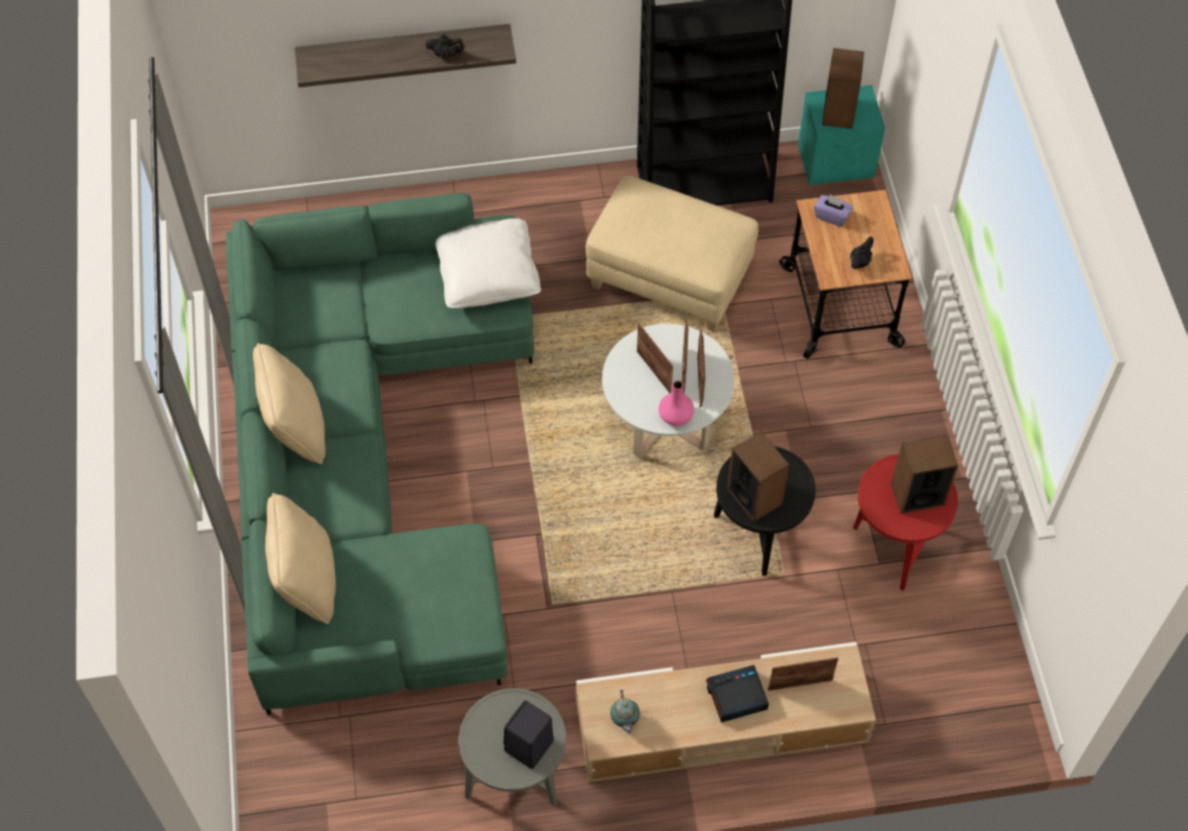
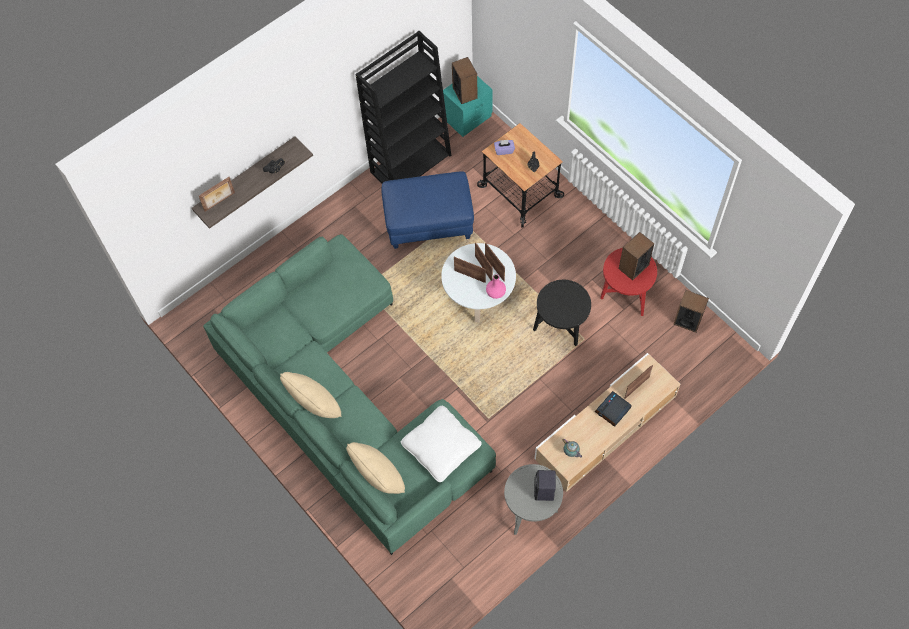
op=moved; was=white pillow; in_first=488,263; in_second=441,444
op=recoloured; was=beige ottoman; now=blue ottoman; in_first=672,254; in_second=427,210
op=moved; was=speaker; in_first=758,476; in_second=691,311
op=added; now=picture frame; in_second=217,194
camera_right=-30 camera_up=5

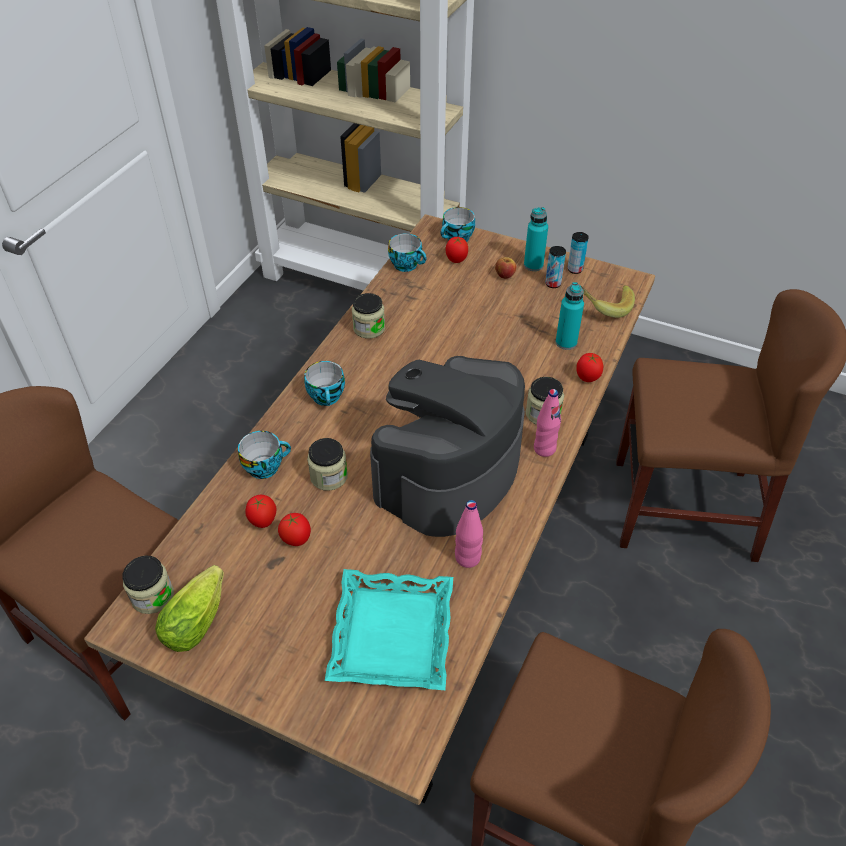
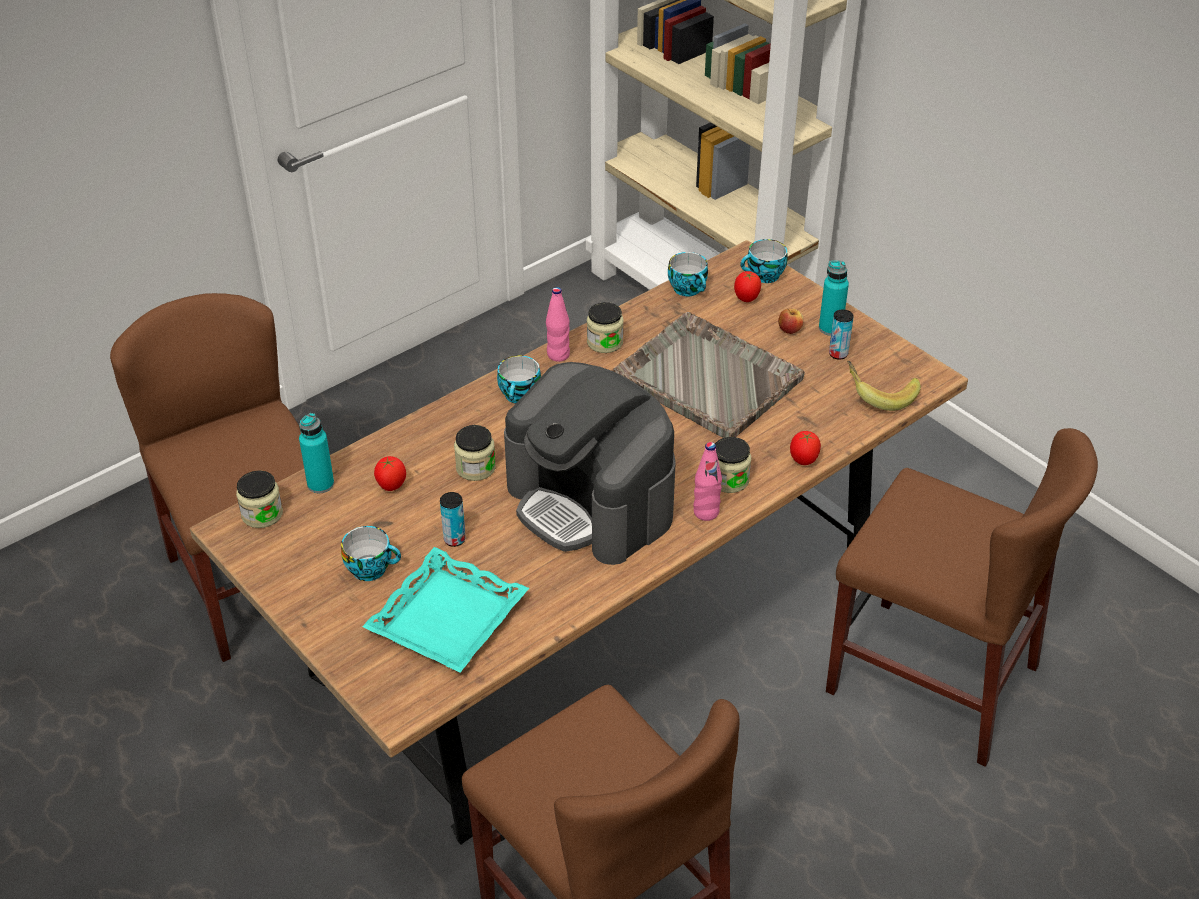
op=removed; was=lettuce; in_first=189,608
op=moved; was=cup; in_first=264,455; in_second=371,553
op=removed; was=tomato; in_first=294,529
op=turned; was=coffee machine; in_first=447,446; in_second=590,463; clockwise=-105
op=moved; was=pink bottle; in_first=469,534; in_second=558,324
op=moved; was=turquoise bottle; in_first=570,316; in_second=316,453
op=moved; was=can; in_first=578,253; in_second=453,519
op=added; now=grey tray; in_second=708,375
camera_right=25 camera_up=-5

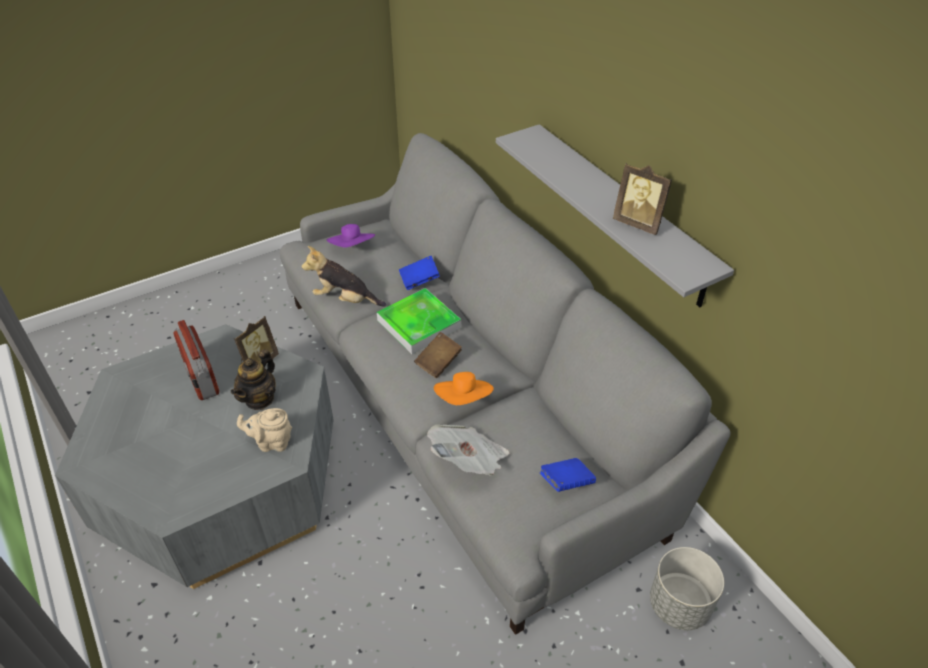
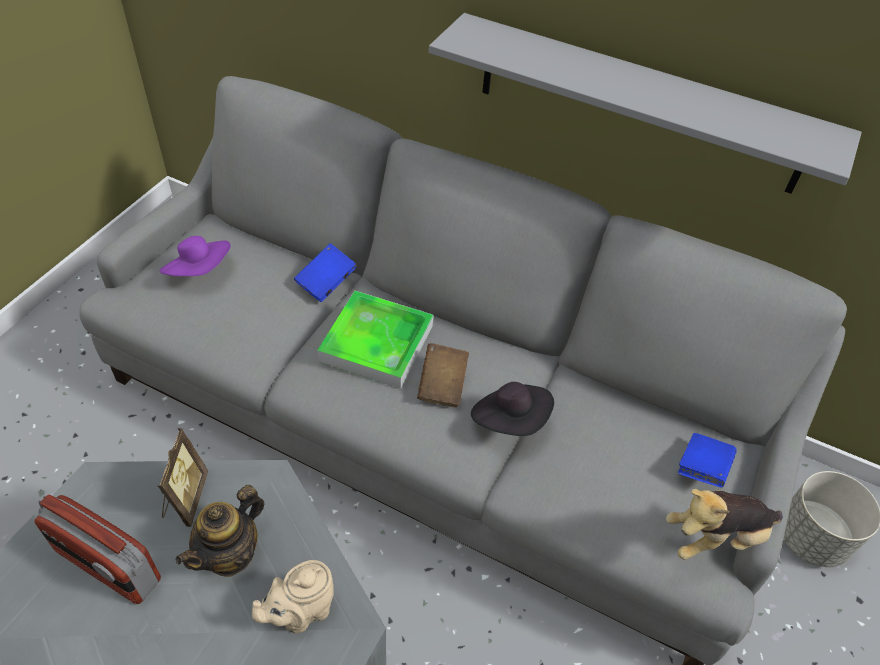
op=turned; was=teapot; in_first=253,379; in_second=220,531; clockwise=45
op=moved; was=plush toy; in_first=344,276; in_second=724,524
op=removed; was=newspaper; in_first=468,450
op=recoloured; was=orange hat; now=black hat; in_first=464,388; in_second=512,409
op=removed; was=picture frame; in_first=642,199
camera_right=-35 camera_up=5

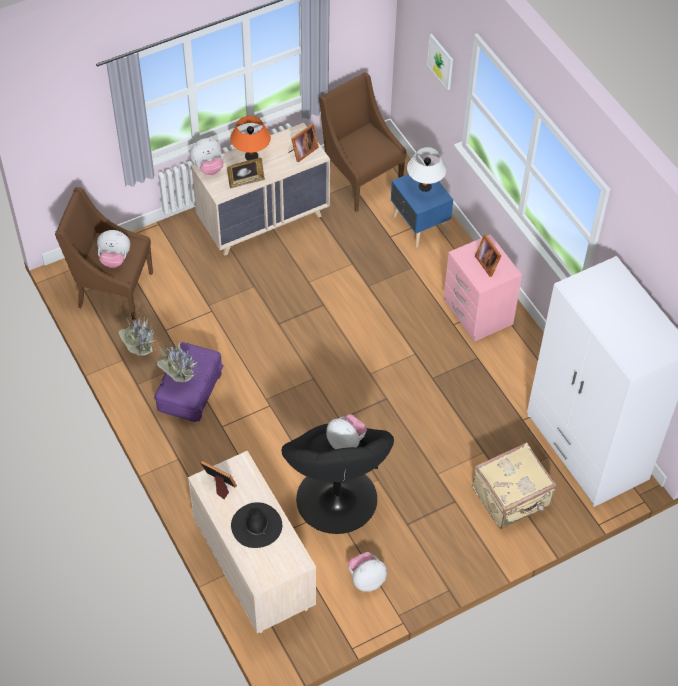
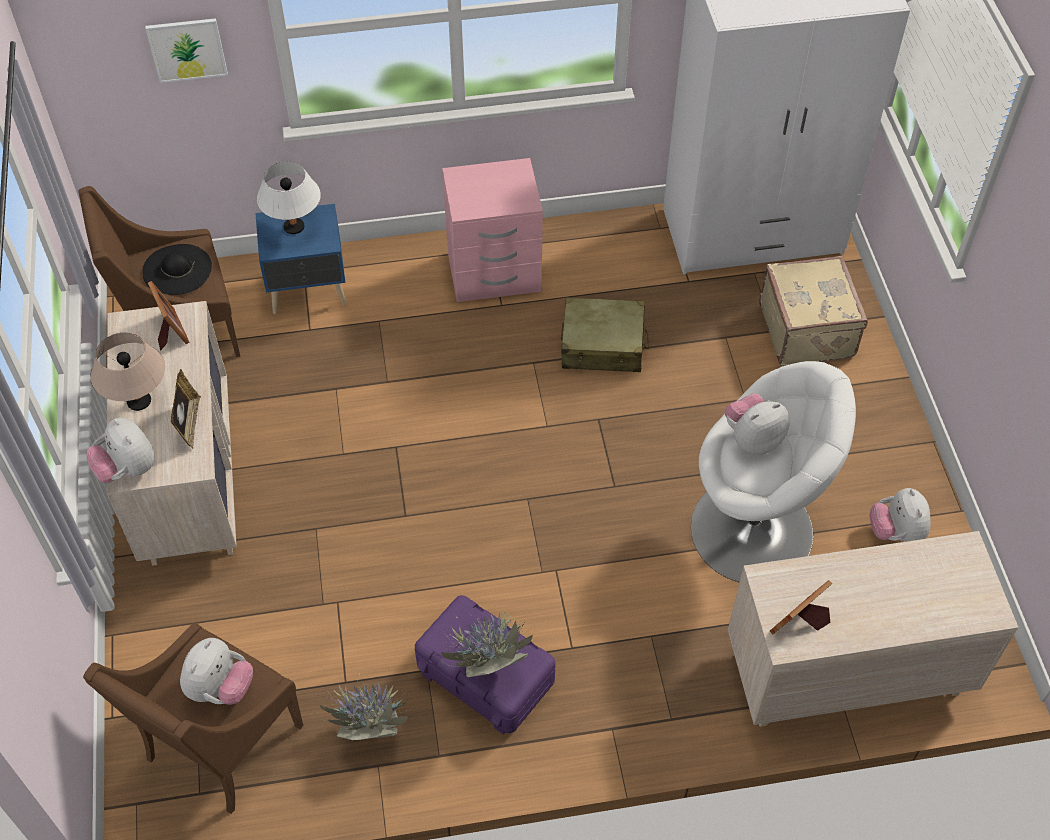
op=turned; was=plush toy; in_first=207,156; in_second=120,450; clockwise=150
op=recoloured; was=orange table lamp; now=beige table lamp; in_first=250,138; in_second=128,371
op=moved; was=black hat; in_first=256,525; in_second=177,269
op=recoloured; was=black armchair; now=white armchair; in_first=338,478; in_second=773,472
op=removed; was=picture frame; in_first=488,256
op=added; now=beige suitcase; in_second=605,335
camera_right=-70 camera_up=0

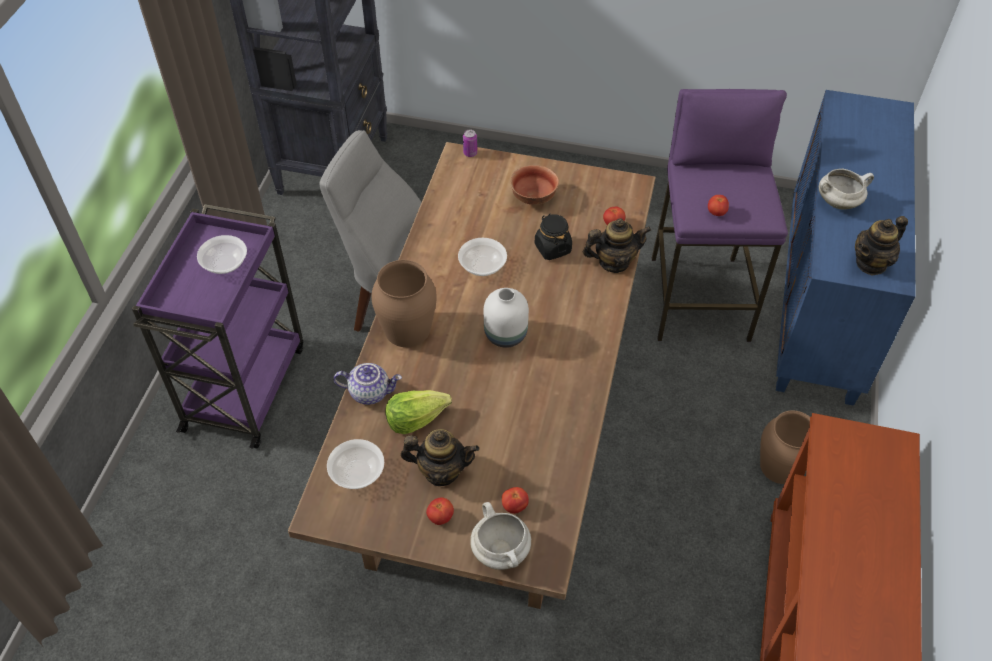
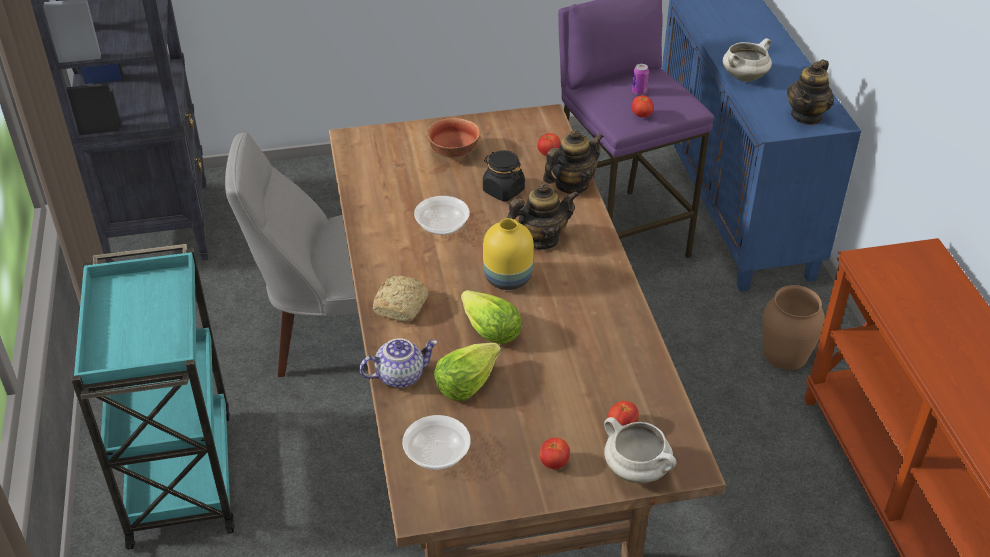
op=recoloured; was=purple cart; now=turquoise cart; in_first=217,326; in_second=153,397
op=removed; was=bowl; in_first=222,254
op=replaced; was=brown vase; now=bread; in_first=404,303; in_second=401,299
op=moved; was=teapot; in_first=439,457; in_second=543,216
op=moved; was=can; in_first=470,143; in_second=640,79
op=recoloured; was=white vase; now=yellow vase; in_first=506,318; in_second=508,254
op=added; now=lettuce; in_second=491,317
camera_right=-25 camera_up=-10

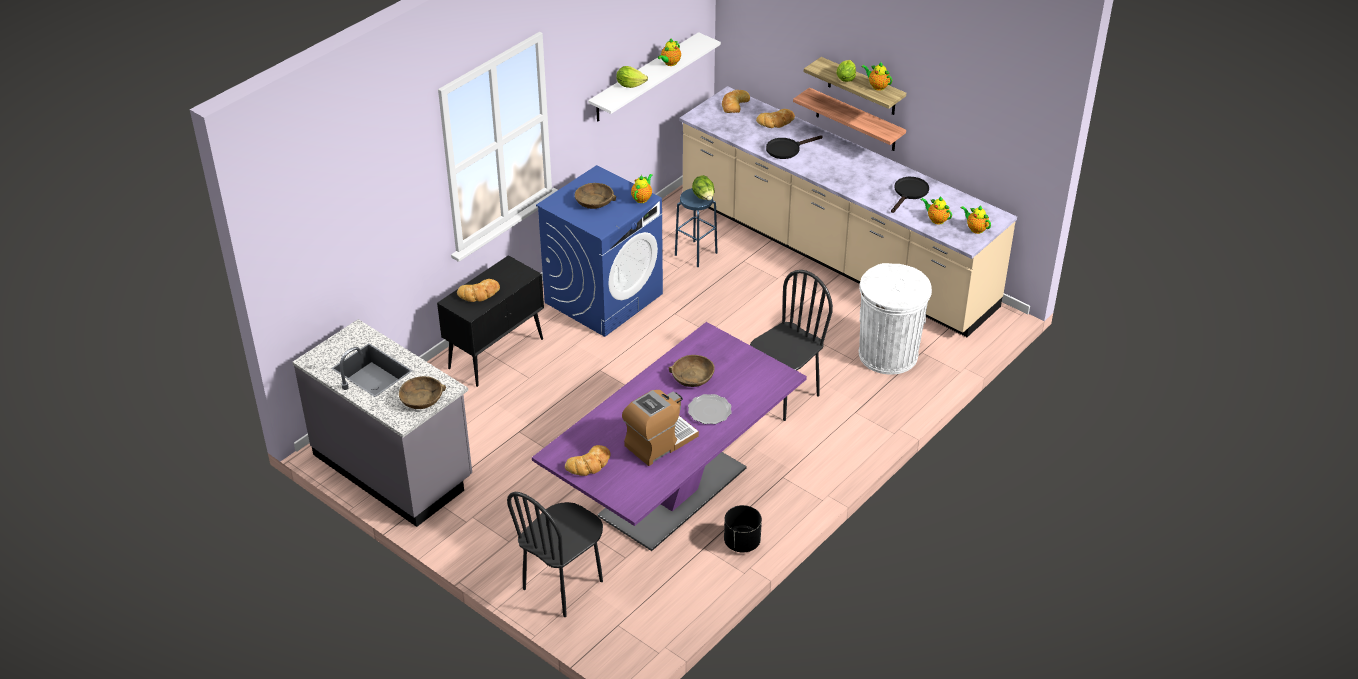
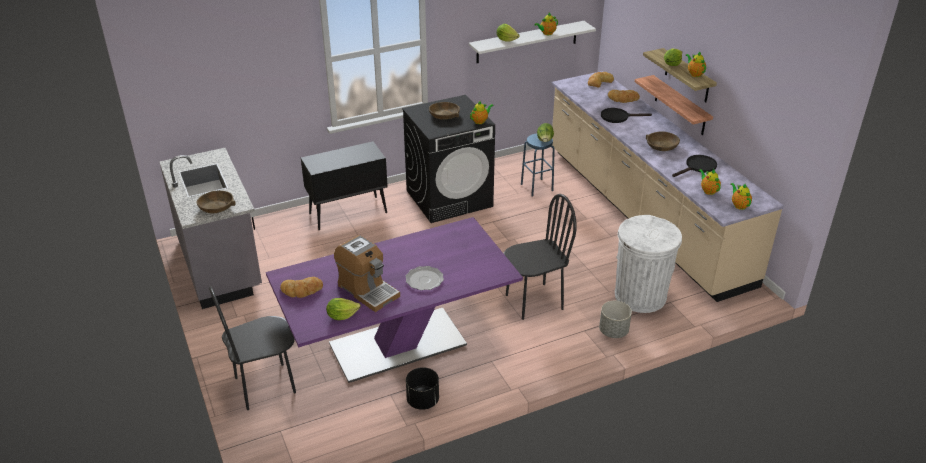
op=removed; was=bread; in_first=478,290
op=recoloured; was=blue washing machine; now=black washing machine; in_first=599,251; in_second=448,159
op=turned; was=coffee machine; in_first=660,428; in_second=367,273; clockwise=60
op=moved; was=brown bowl; in_first=692,371; in_second=663,141
op=added; now=lettuce; in_second=343,309
op=added; now=grey planter; in_second=615,319
camera_right=25 camera_up=-5

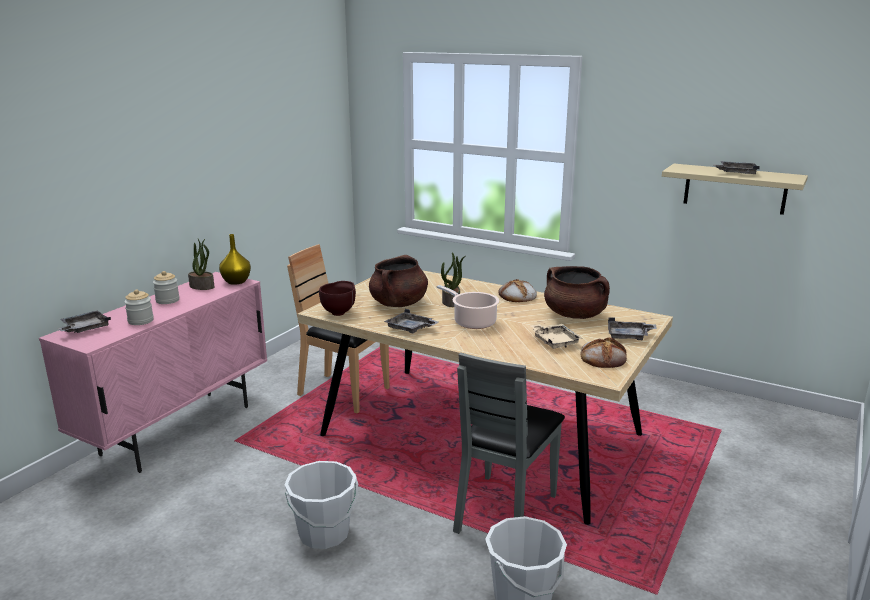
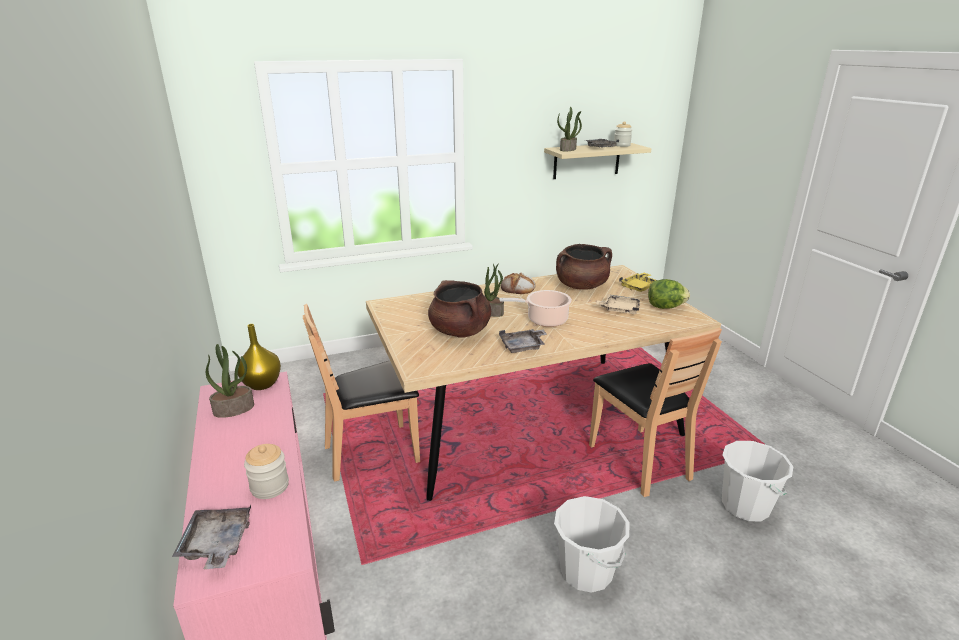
op=moved; was=jar; in_first=166,287; in_second=623,134
op=removed; was=brown bowl; in_first=337,298
op=recoloured; was=grey chair; now=brown chair; in_first=509,443; in_second=655,412
op=replaced; was=bread; now=lettuce; in_first=604,352; in_second=669,294
op=recoloured; was=grey tray; now=yellow tray; in_first=632,328; in_second=637,282
op=added; now=potted plant; in_second=569,129
camera_right=-50 camera_up=5

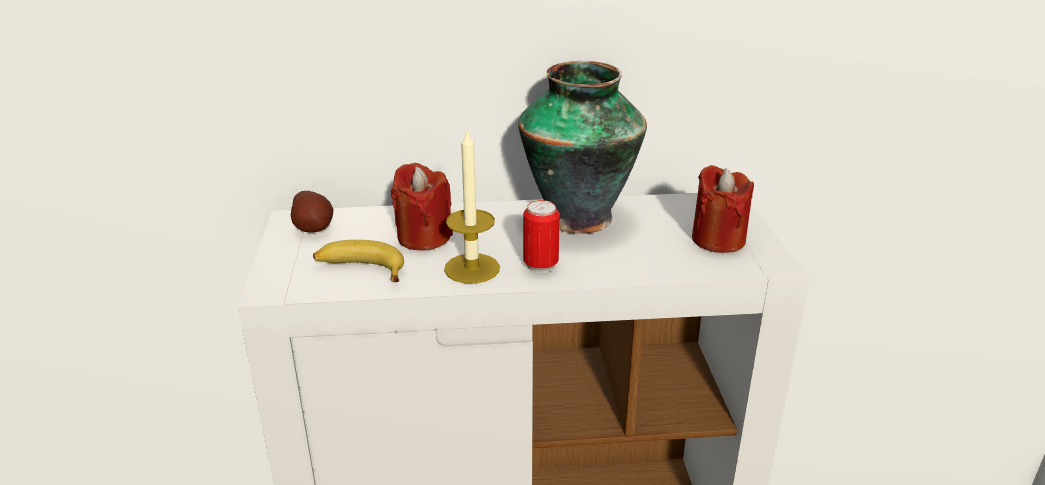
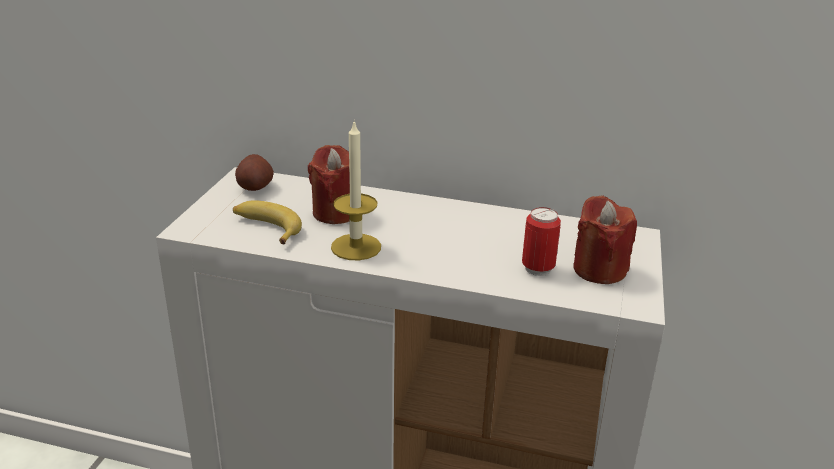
op=removed; was=vase; in_first=582,147
op=moved; was=can; in_first=541,236; in_second=541,241
camera_right=20 camera_up=0

